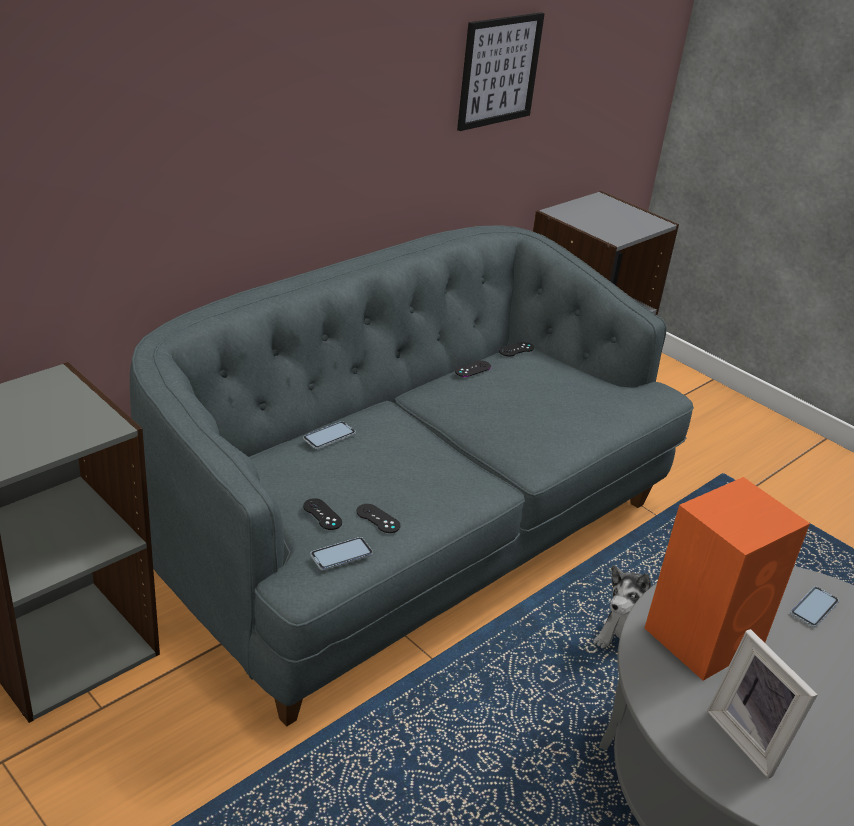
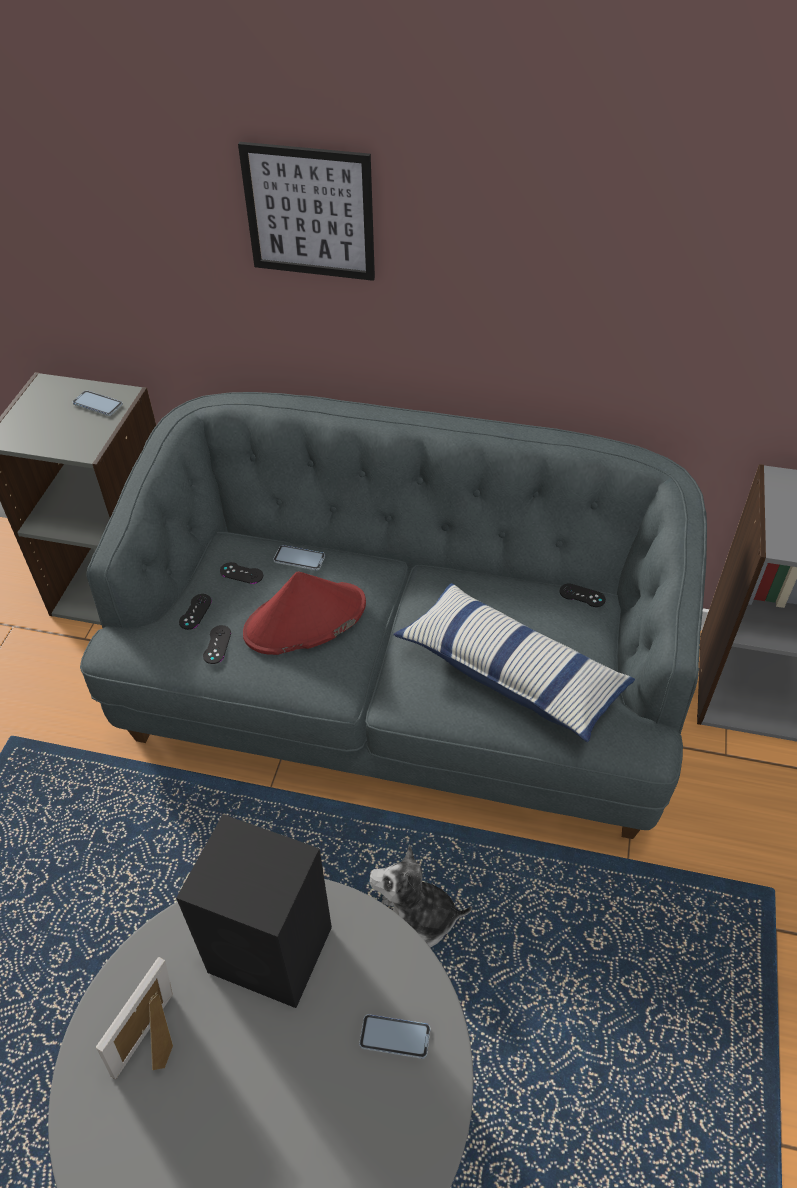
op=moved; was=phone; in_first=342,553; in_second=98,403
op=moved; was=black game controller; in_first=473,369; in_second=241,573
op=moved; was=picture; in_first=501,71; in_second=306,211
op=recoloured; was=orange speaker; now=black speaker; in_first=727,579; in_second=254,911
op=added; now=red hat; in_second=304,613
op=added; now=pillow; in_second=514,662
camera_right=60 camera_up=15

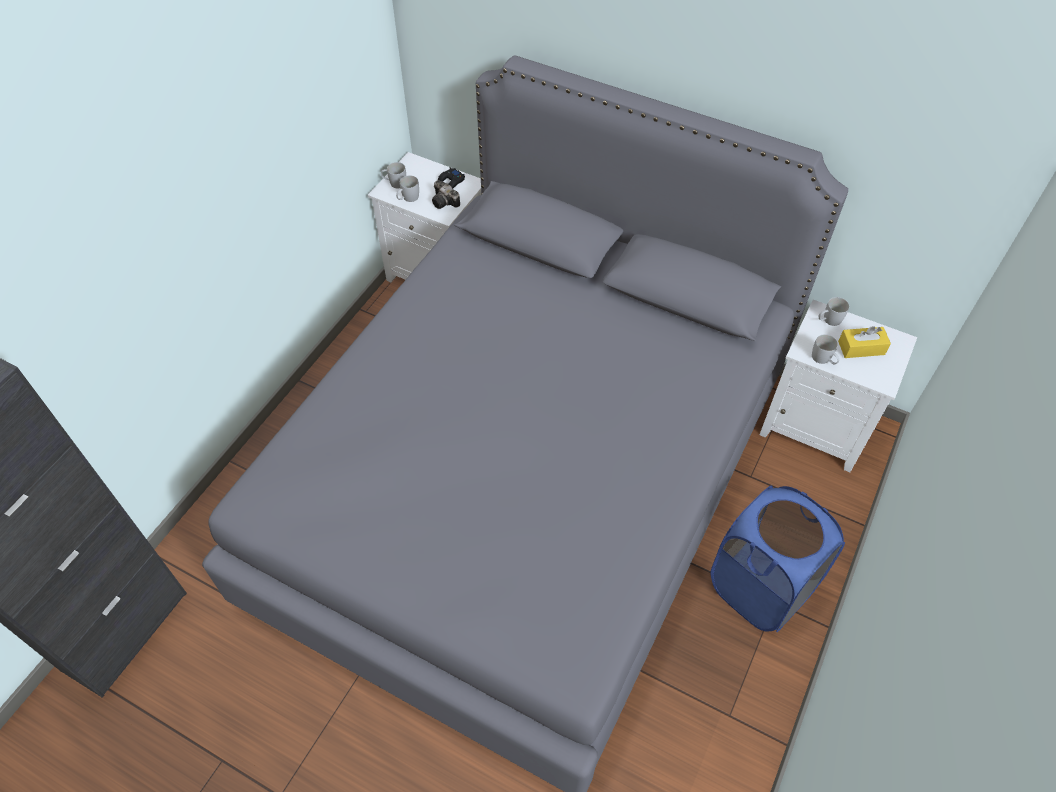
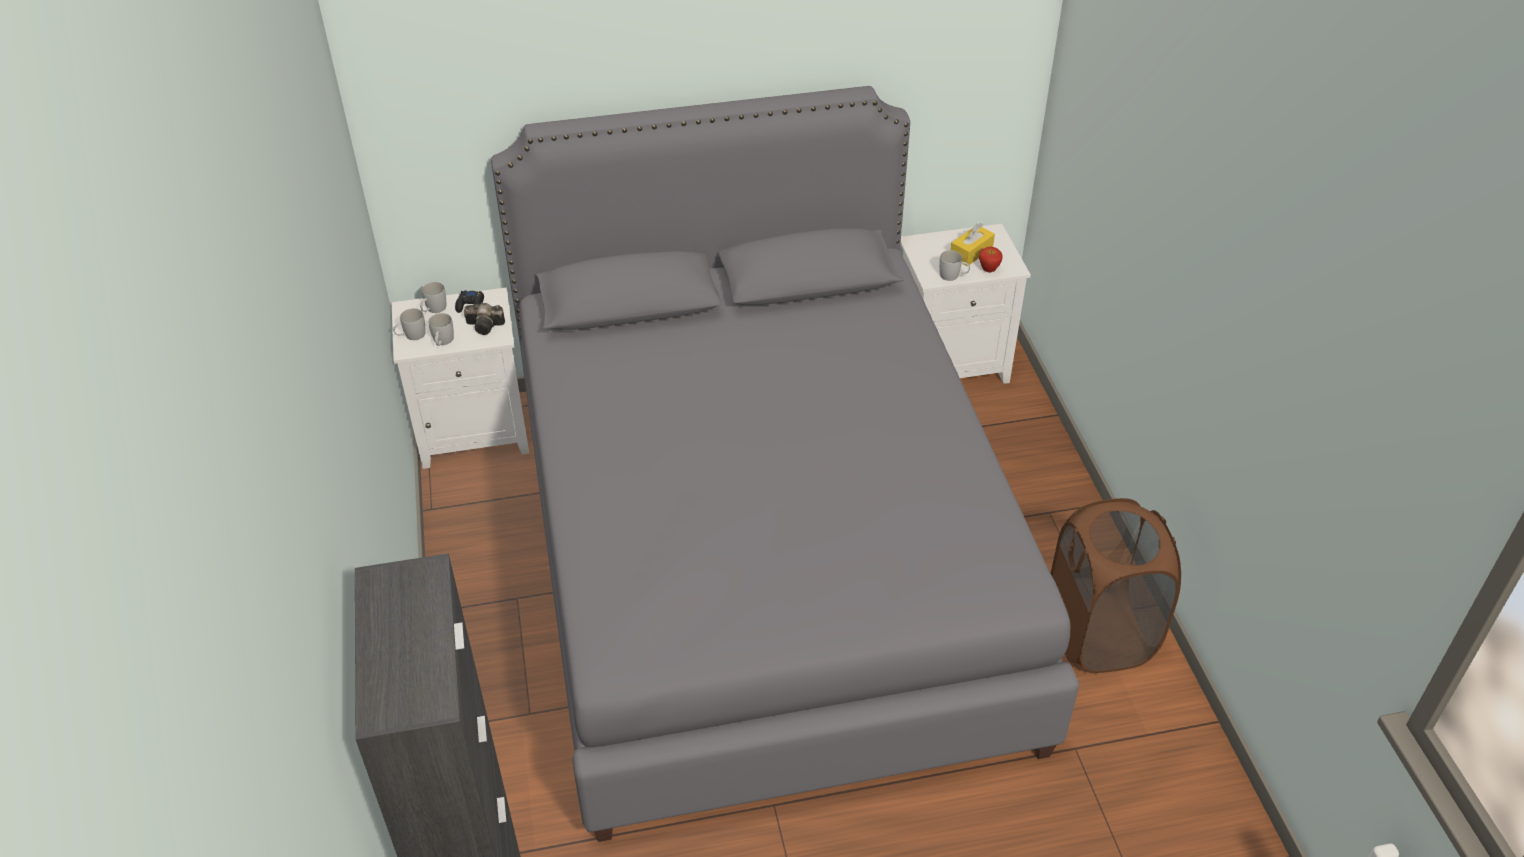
op=removed; was=blue laundry basket; in_first=777,558
op=moved; was=white mug; in_first=833,311; in_second=433,297
op=added; now=apple; in_second=991,260
op=added; now=brown laundry basket; in_second=1115,585
camera_right=-40 camera_up=-10

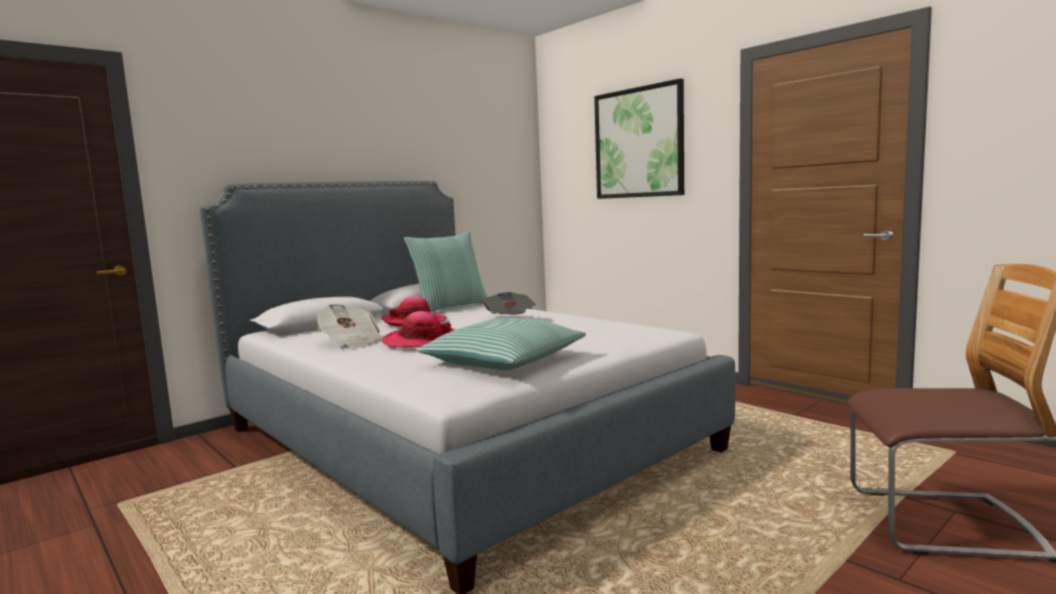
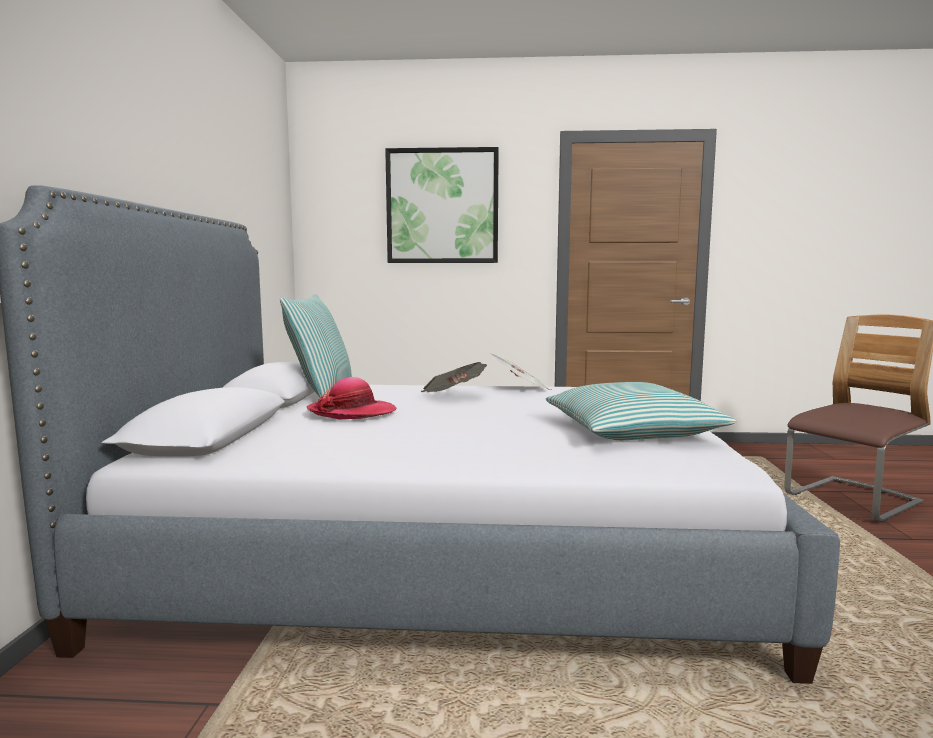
op=moved; was=newspaper; in_first=349,326; in_second=520,371
op=removed; was=hat; in_first=418,329
camera_right=-45 camera_up=0

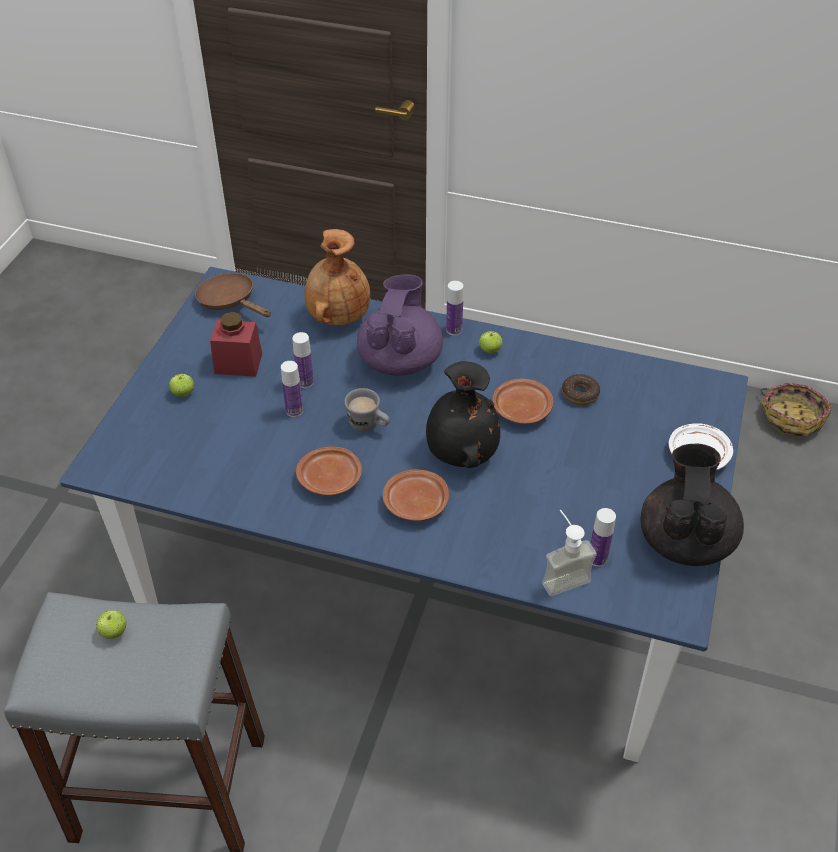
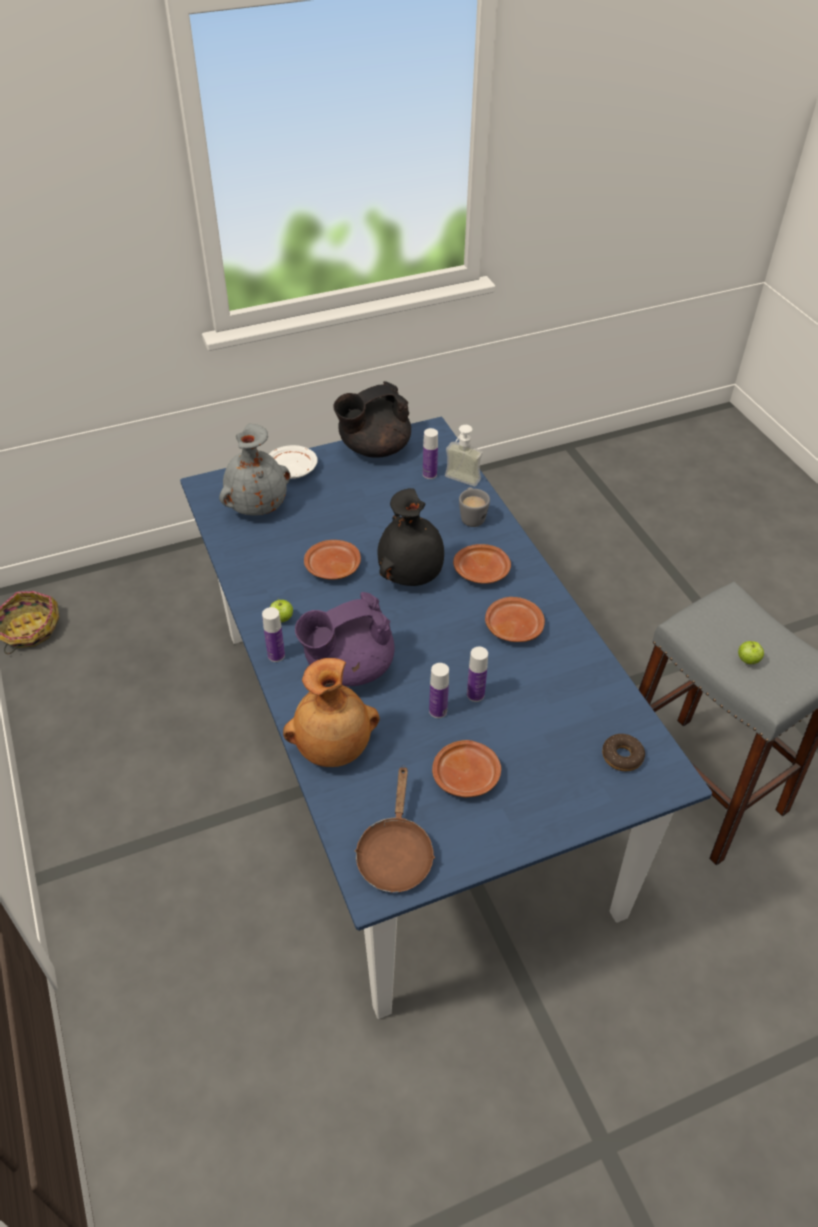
op=removed; was=apple; in_first=181,385
op=replaced; was=red jar; now=brown plate; in_first=236,344; in_second=466,768
op=moved; was=grey mug; in_first=367,410; in_second=474,507
op=moved; was=donut; in_first=581,389; in_second=623,752
op=added; now=grey vase; in_second=254,470
camera_right=-130 camera_up=0

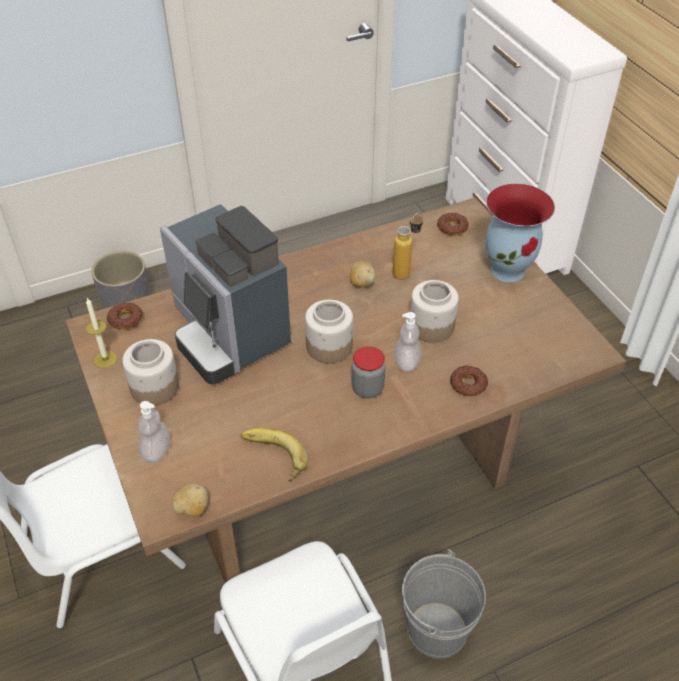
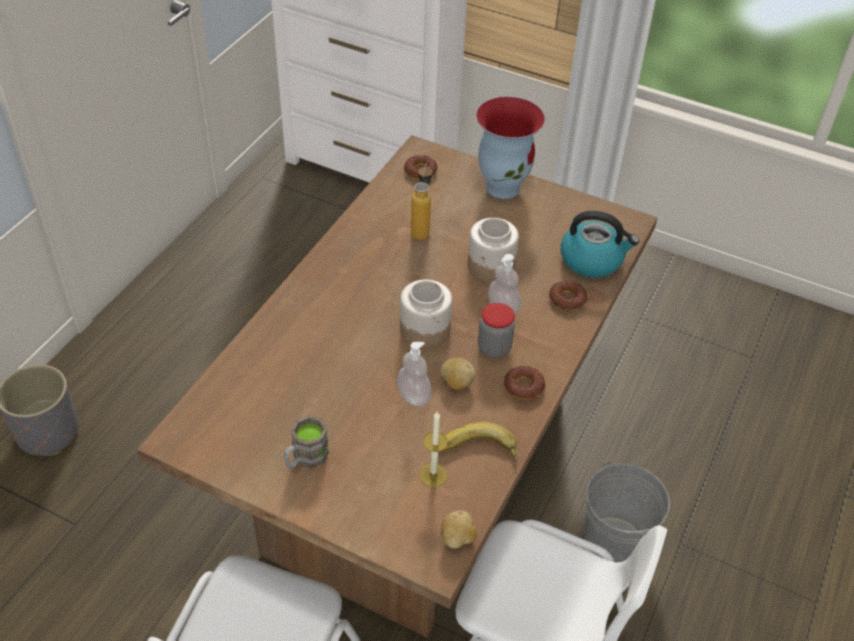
op=moved; was=candle; in_first=101,333; in_second=433,449
op=moved; was=donut; in_first=125,316; in_second=525,383
op=replaced; was=jar; now=brown mug; in_first=150,372; in_second=306,442
op=moved; was=soap dispenser; in_first=154,432; in_second=414,374
op=removed; was=coffee machine; in_first=225,294
op=moved; was=potato; in_first=362,274; in_second=458,373
op=added; now=kettle; in_second=600,244
camera_right=-40 camera_up=0

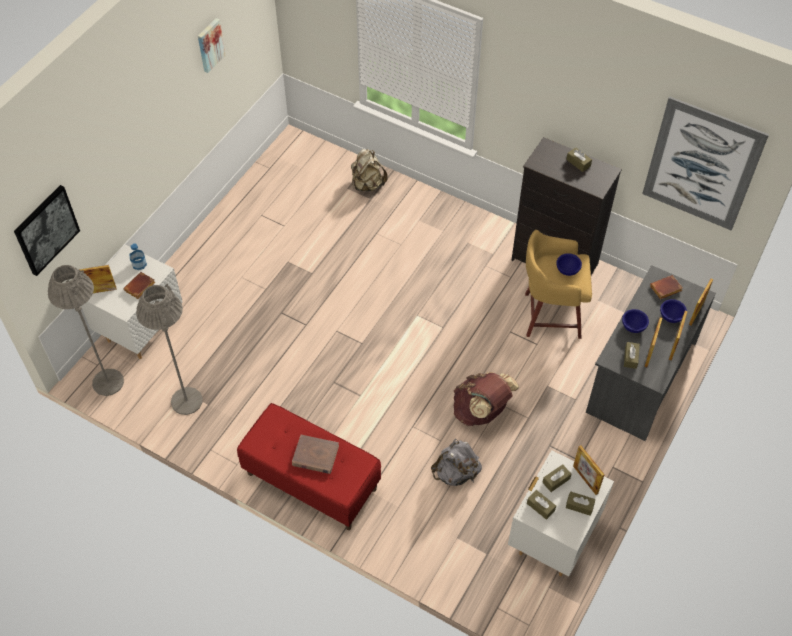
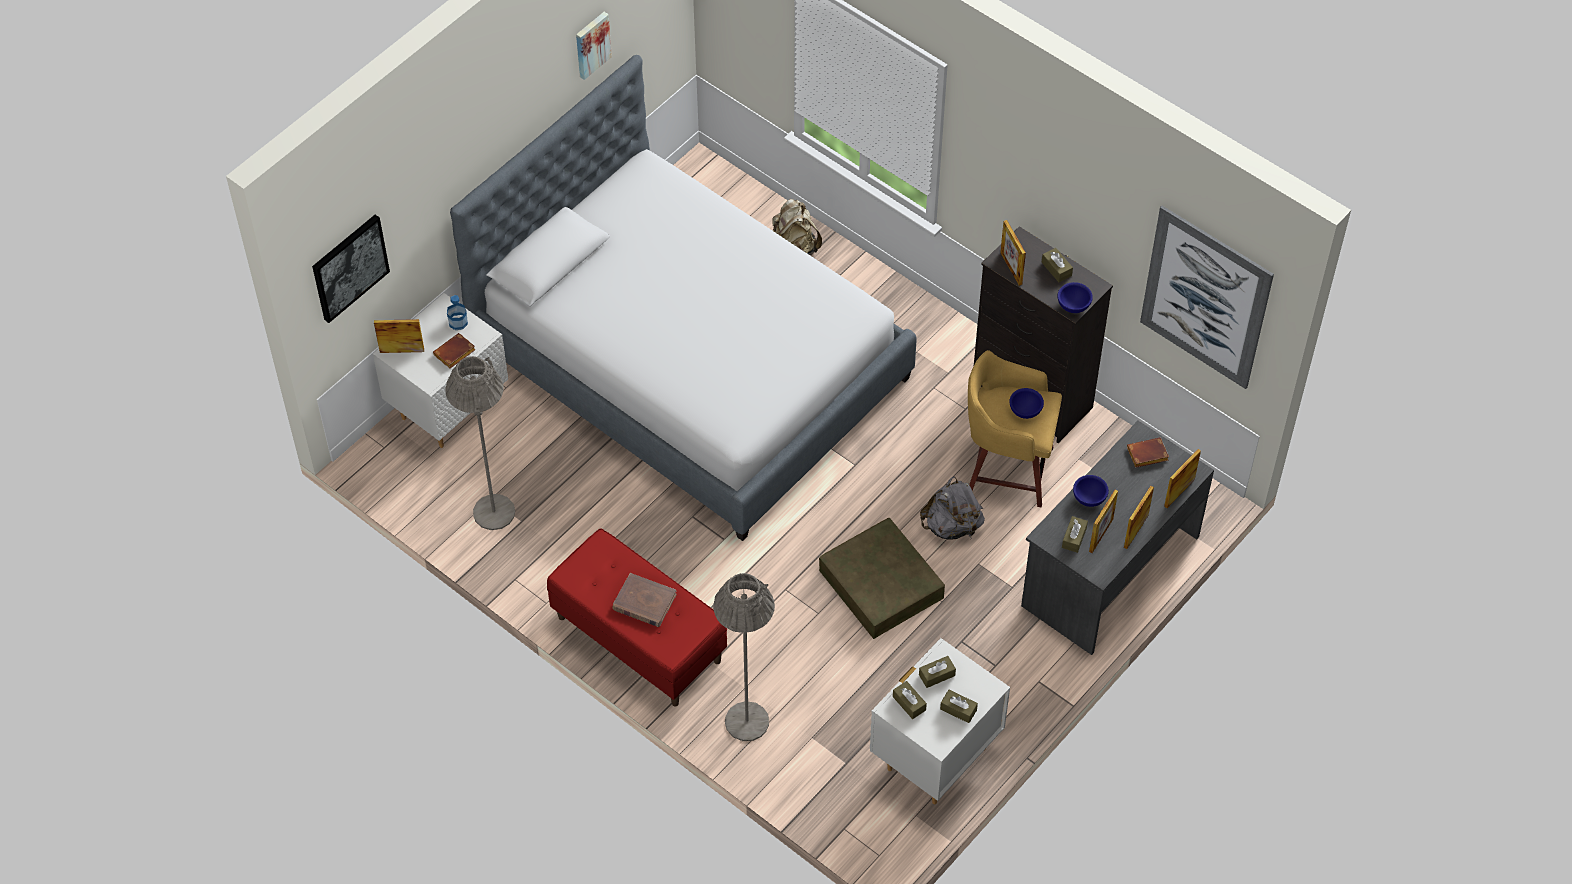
op=moved; was=grey floor lamp; in_first=86,330; in_second=744,657
op=moved; was=grey backpack; in_first=456,462; in_second=952,507
op=replaced; was=brown backpack; now=brown storage box; in_first=486,399; in_second=882,578
op=moved; was=picture frame; in_first=589,470; in_second=1013,253
op=moved; was=blue bowl; in_first=673,311; in_second=1075,297
op=added; now=bed; in_second=683,298
camera_right=10 camera_up=0

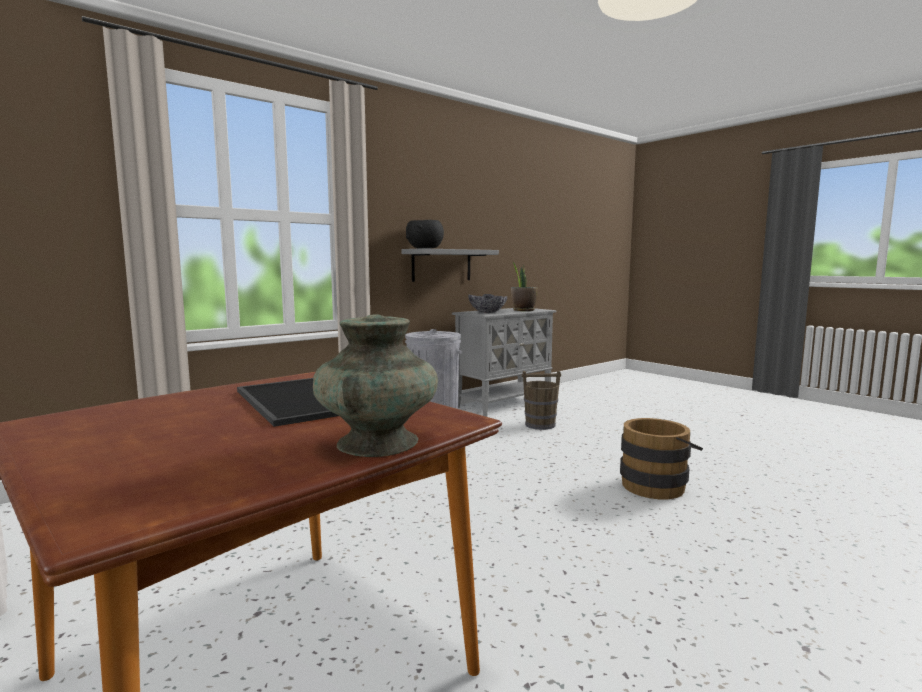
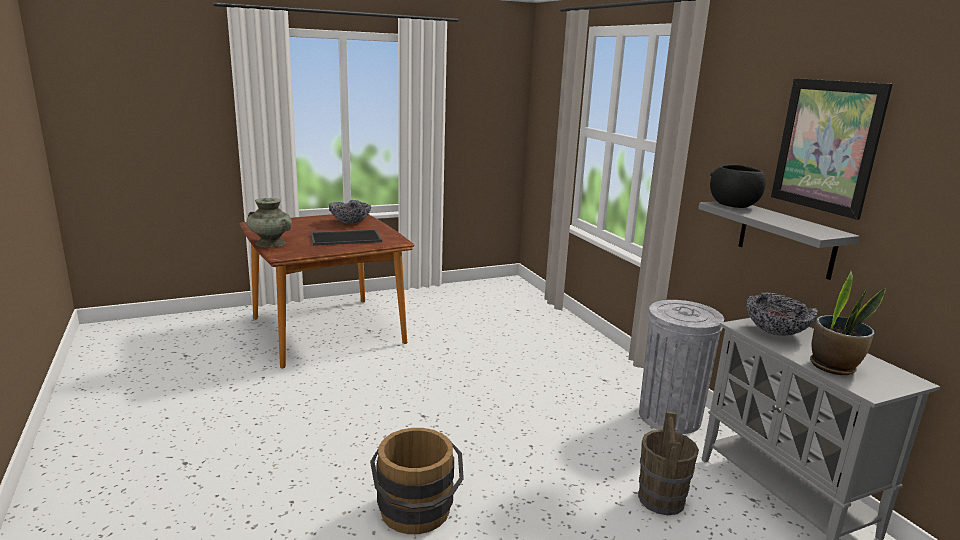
op=added; now=bowl; in_second=350,212
op=added; now=picture; in_second=832,149
camera_right=105 camera_up=10

